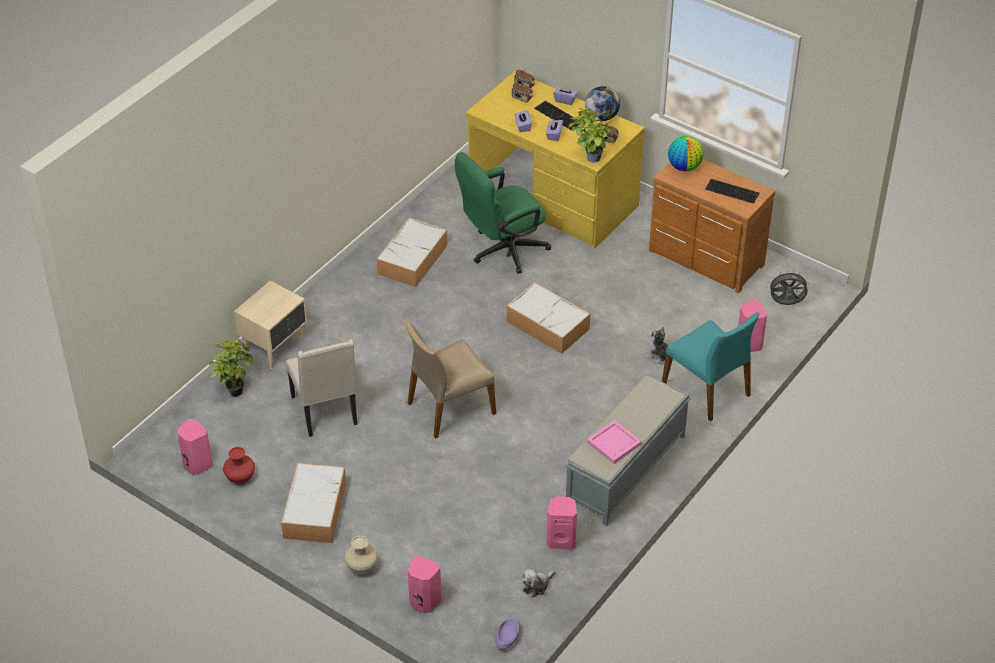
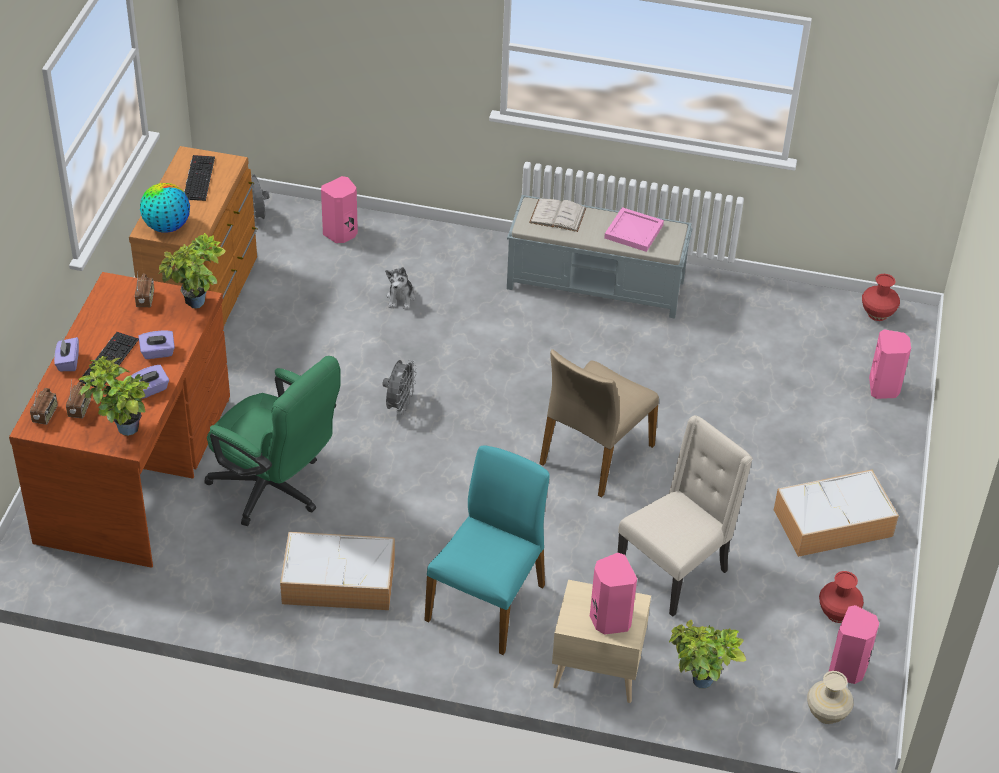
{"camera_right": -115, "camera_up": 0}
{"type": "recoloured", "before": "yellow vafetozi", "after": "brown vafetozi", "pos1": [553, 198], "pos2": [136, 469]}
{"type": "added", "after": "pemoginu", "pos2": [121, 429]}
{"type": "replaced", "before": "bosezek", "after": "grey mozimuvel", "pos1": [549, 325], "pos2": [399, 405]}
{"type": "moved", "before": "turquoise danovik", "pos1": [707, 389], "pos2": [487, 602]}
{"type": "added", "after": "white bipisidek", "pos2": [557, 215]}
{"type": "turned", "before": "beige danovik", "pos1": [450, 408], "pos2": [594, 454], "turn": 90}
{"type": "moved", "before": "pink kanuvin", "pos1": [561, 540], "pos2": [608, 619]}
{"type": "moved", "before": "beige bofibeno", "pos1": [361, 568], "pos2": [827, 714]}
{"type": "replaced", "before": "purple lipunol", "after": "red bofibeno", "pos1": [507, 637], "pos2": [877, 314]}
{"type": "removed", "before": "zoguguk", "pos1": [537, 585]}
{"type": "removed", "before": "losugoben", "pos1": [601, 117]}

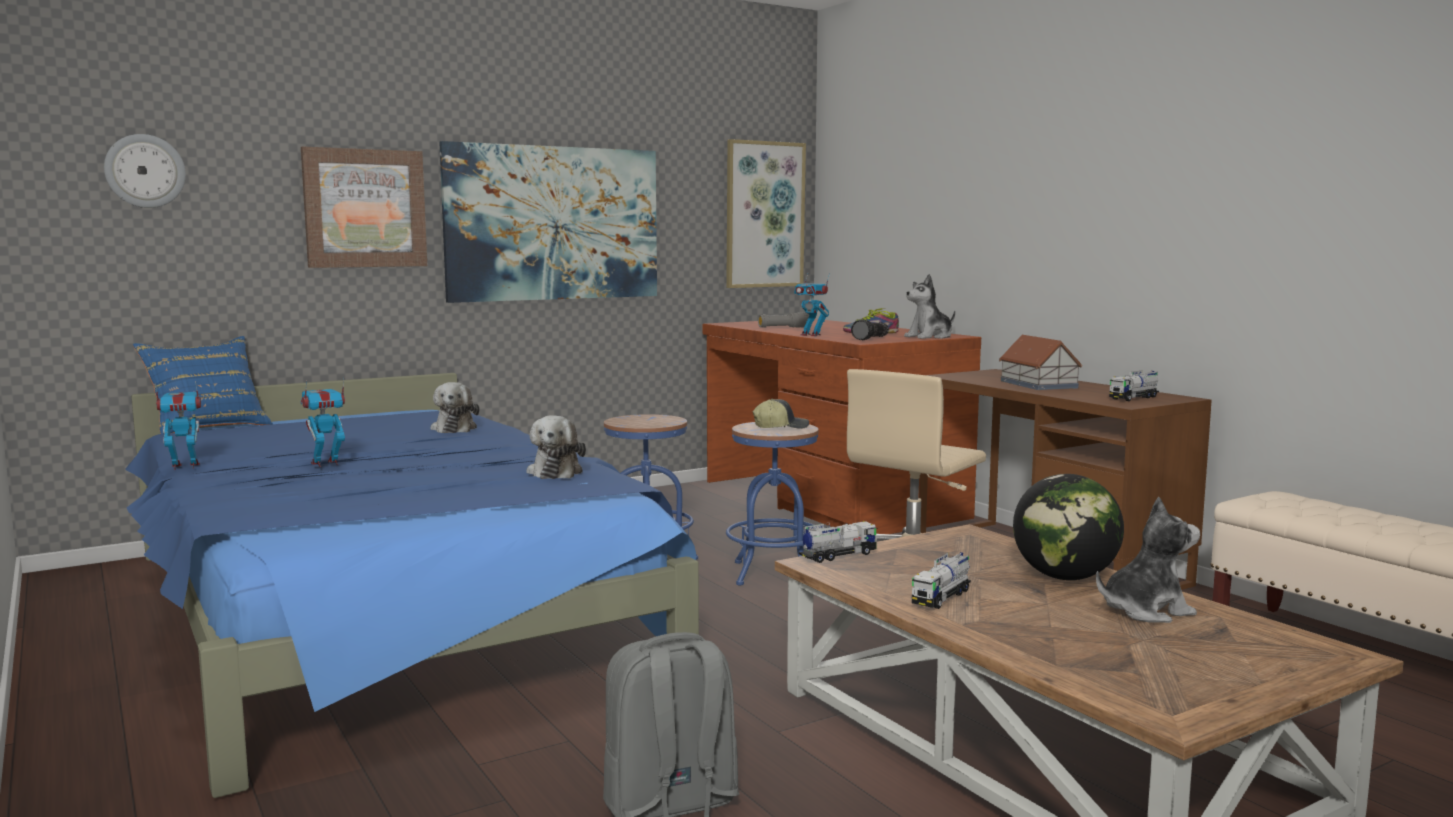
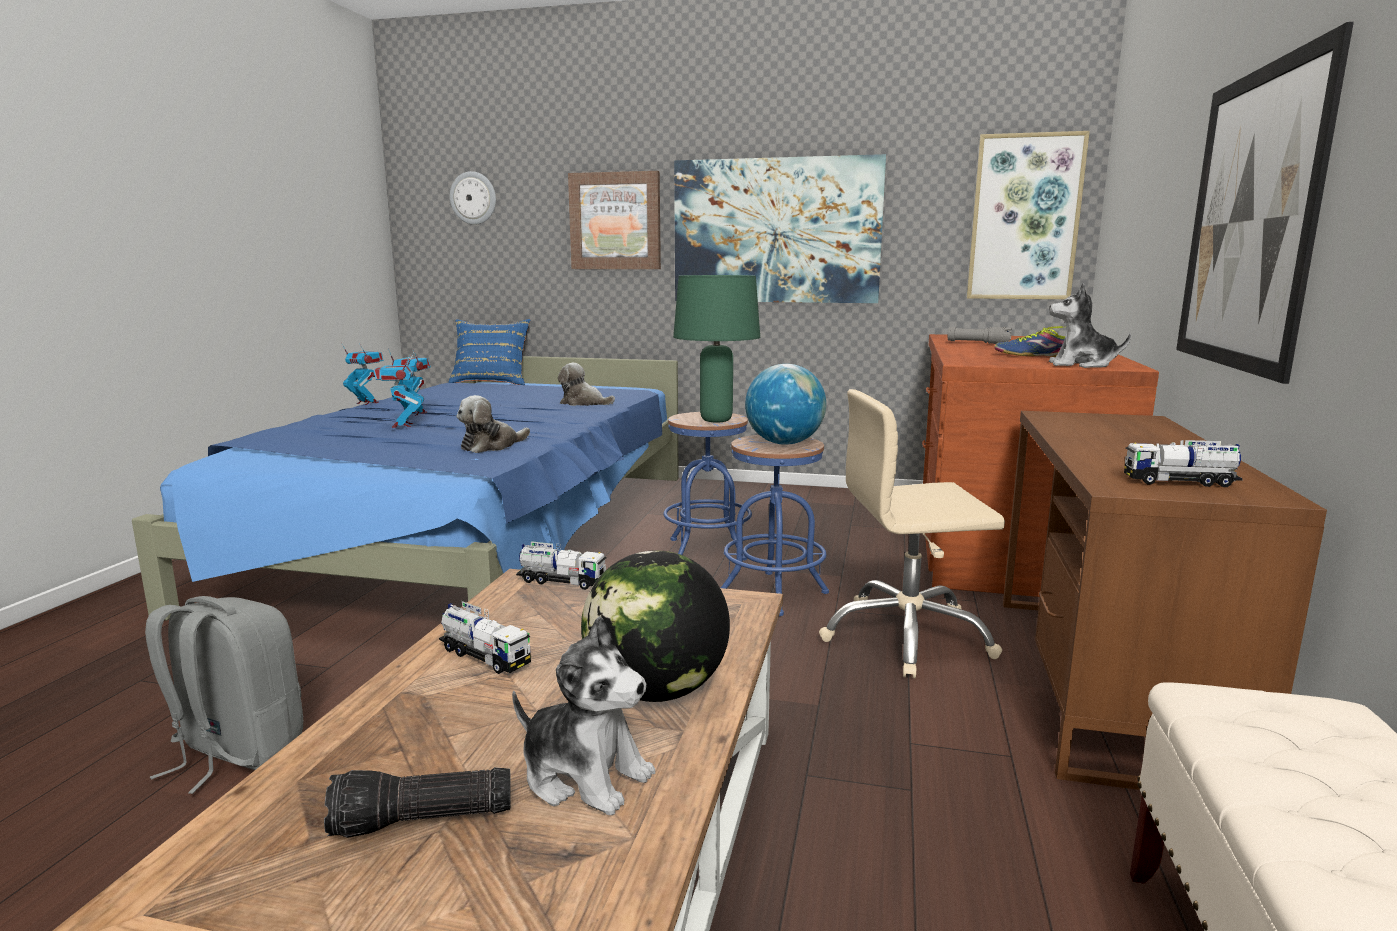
{"camera_right": 45, "camera_up": 5}
{"type": "moved", "before": "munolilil", "pos1": [871, 338], "pos2": [421, 822]}
{"type": "moved", "before": "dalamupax", "pos1": [811, 335], "pos2": [402, 425]}
{"type": "turned", "before": "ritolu", "pos1": [941, 597], "pos2": [484, 657], "turn": -135}
{"type": "turned", "before": "zoguguk", "pos1": [454, 428], "pos2": [583, 403], "turn": 75}
{"type": "added", "after": "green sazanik", "pos2": [716, 420]}
{"type": "replaced", "before": "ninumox", "after": "losugoben", "pos1": [781, 427], "pos2": [784, 443]}
{"type": "added", "after": "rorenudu", "pos2": [1248, 220]}
{"type": "removed", "before": "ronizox", "pos1": [1038, 384]}

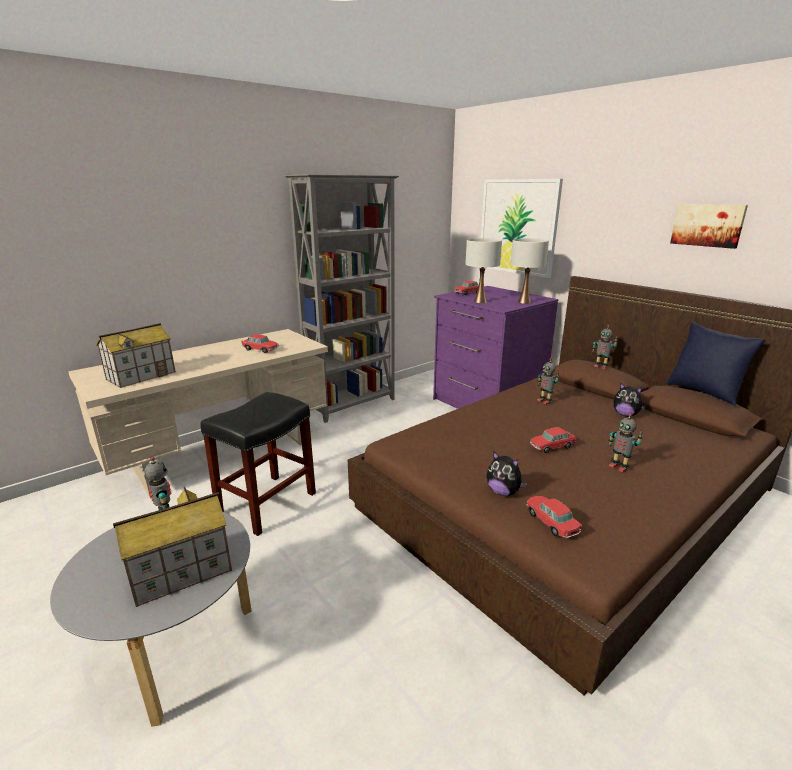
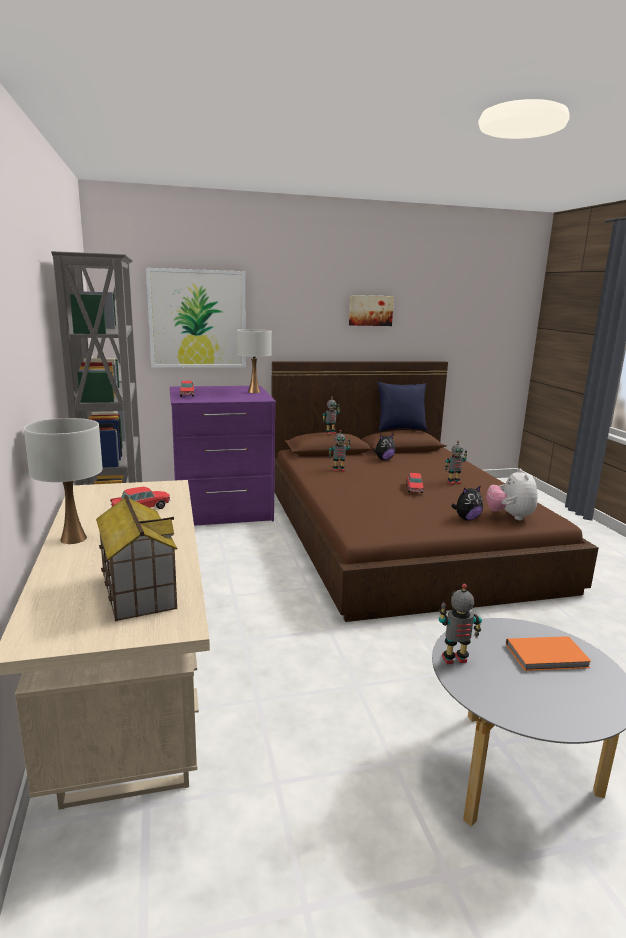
{"camera_right": -65, "camera_up": -5}
{"type": "moved", "before": "white sazanik", "pos1": [480, 301], "pos2": [74, 539]}
{"type": "replaced", "before": "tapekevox", "after": "zoguguk", "pos1": [551, 522], "pos2": [510, 516]}
{"type": "replaced", "before": "ronizox", "after": "orange bipisidek", "pos1": [180, 572], "pos2": [548, 656]}
{"type": "removed", "before": "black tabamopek", "pos1": [267, 504]}

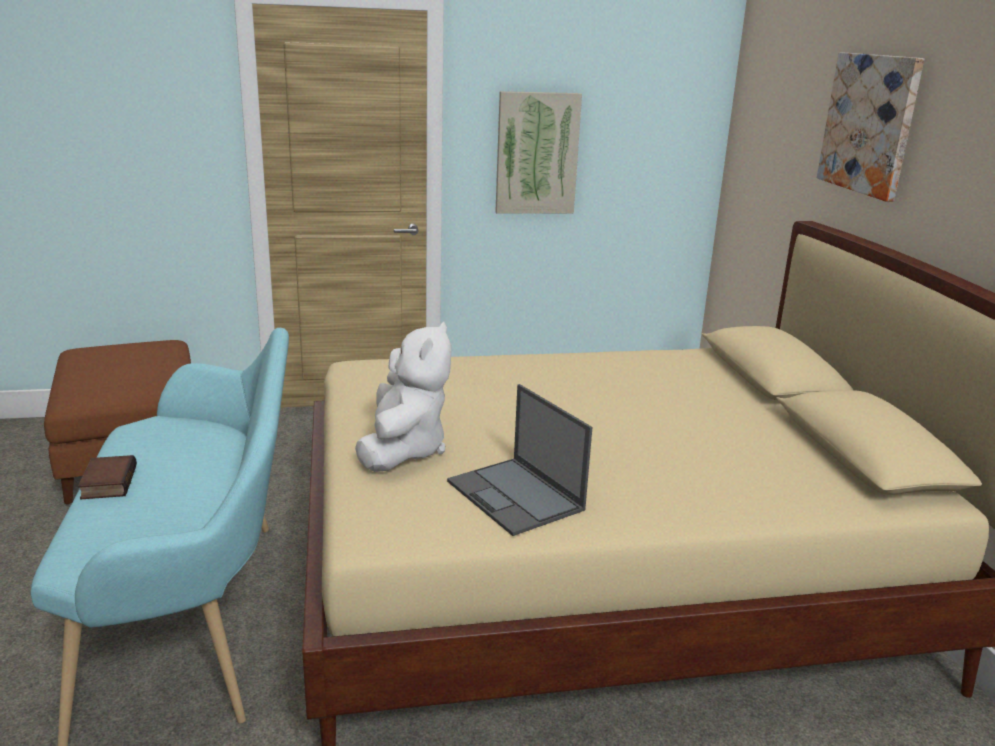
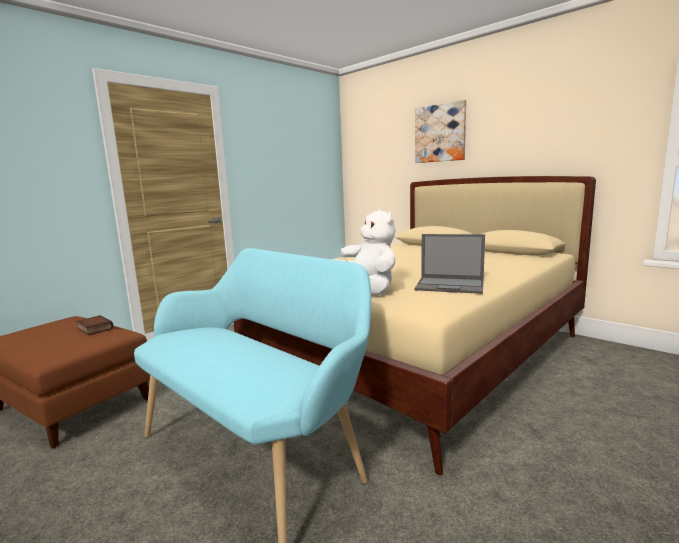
{"camera_right": -35, "camera_up": -10}
{"type": "moved", "before": "bipisidek", "pos1": [107, 482], "pos2": [93, 329]}
{"type": "removed", "before": "rorenudu", "pos1": [537, 153]}

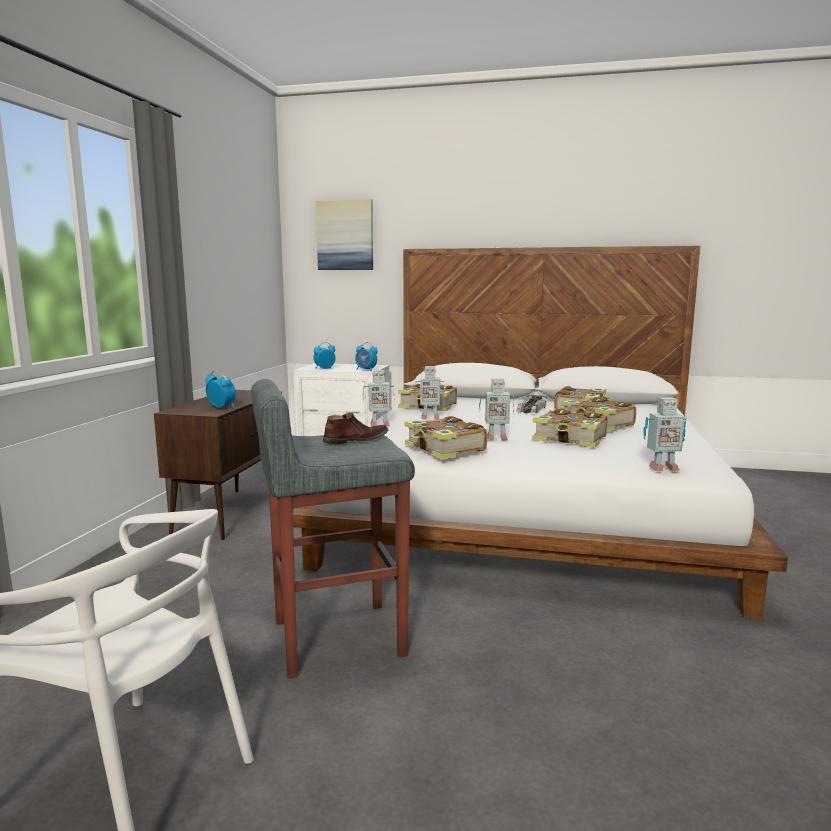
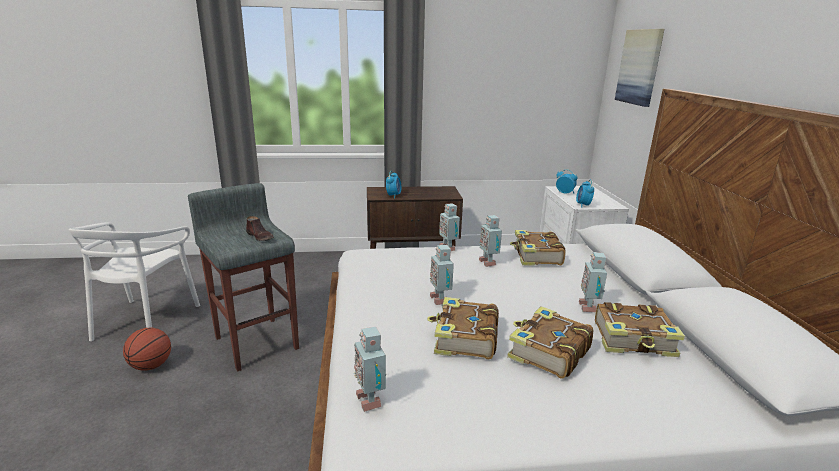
{"camera_right": 70, "camera_up": 10}
{"type": "added", "after": "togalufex", "pos2": [151, 366]}
{"type": "replaced", "before": "tapekevox", "after": "dalamupax", "pos1": [531, 410], "pos2": [589, 307]}
{"type": "removed", "before": "bipisidek", "pos1": [444, 449]}

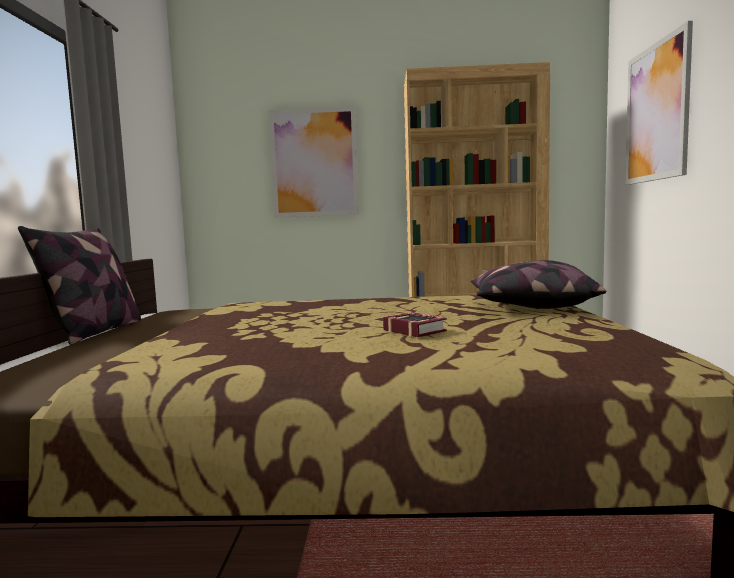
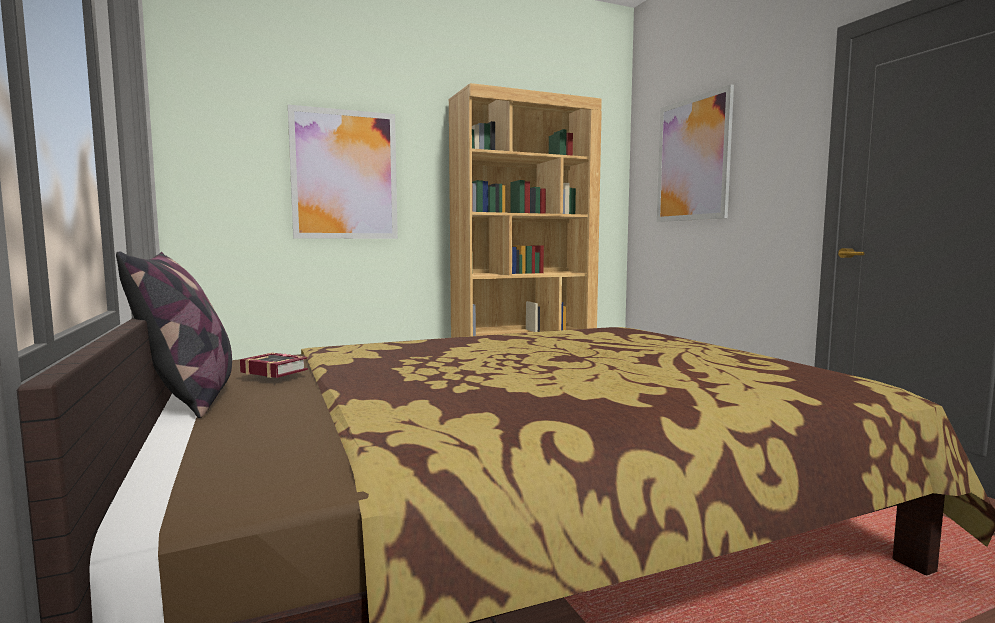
{"camera_right": -25, "camera_up": 0}
{"type": "moved", "before": "bipisidek", "pos1": [414, 330], "pos2": [273, 370]}
{"type": "removed", "before": "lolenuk", "pos1": [529, 307]}

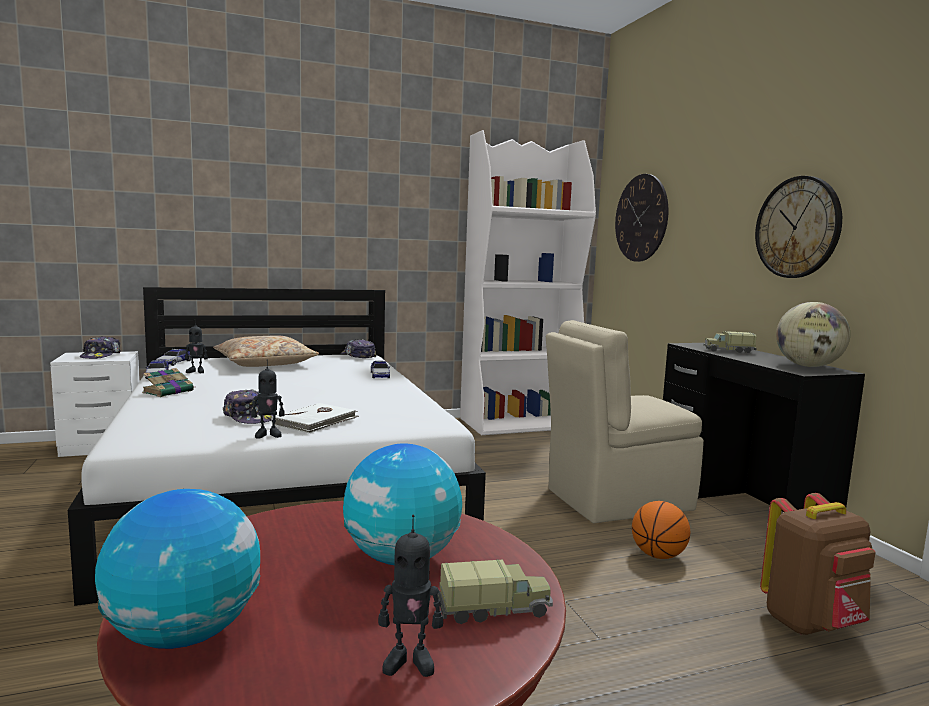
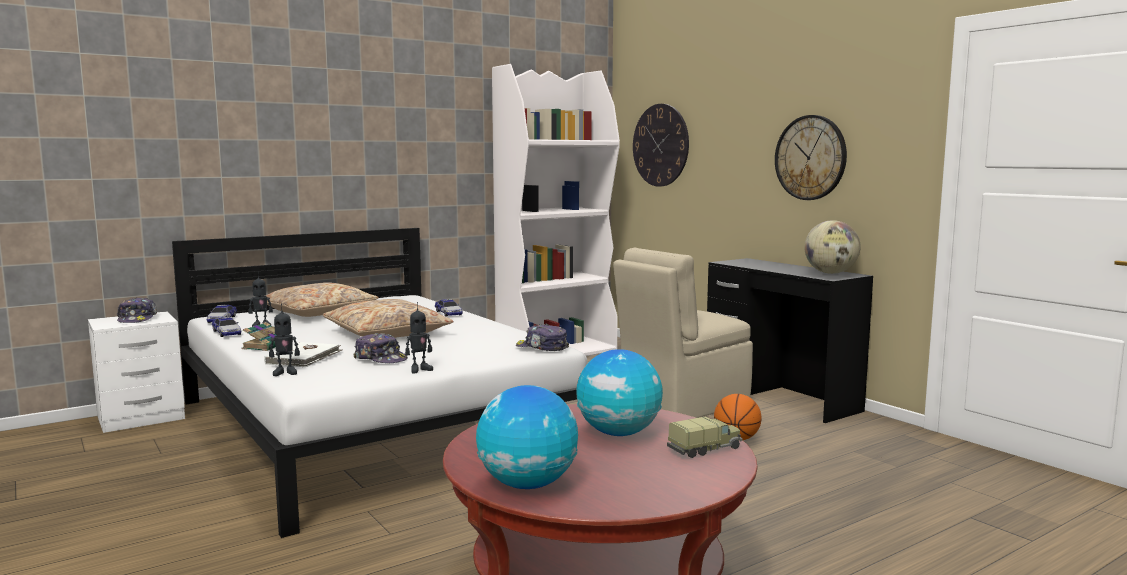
{"camera_right": -15, "camera_up": 0}
{"type": "moved", "before": "white bipisidek", "pos1": [316, 421], "pos2": [304, 358]}
{"type": "moved", "before": "dalamupax", "pos1": [409, 662], "pos2": [285, 373]}
{"type": "added", "after": "beige lolenuk", "pos2": [387, 333]}
{"type": "moved", "before": "ninumox", "pos1": [358, 356], "pos2": [542, 348]}
{"type": "removed", "before": "ritolu", "pos1": [728, 351]}
{"type": "removed", "before": "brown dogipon", "pos1": [811, 623]}

